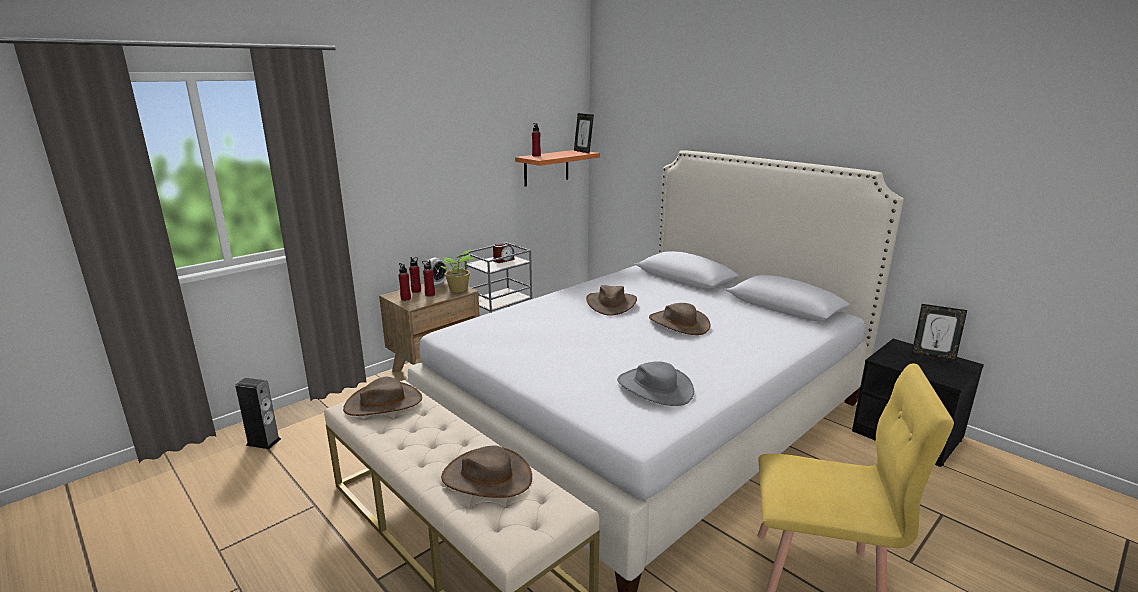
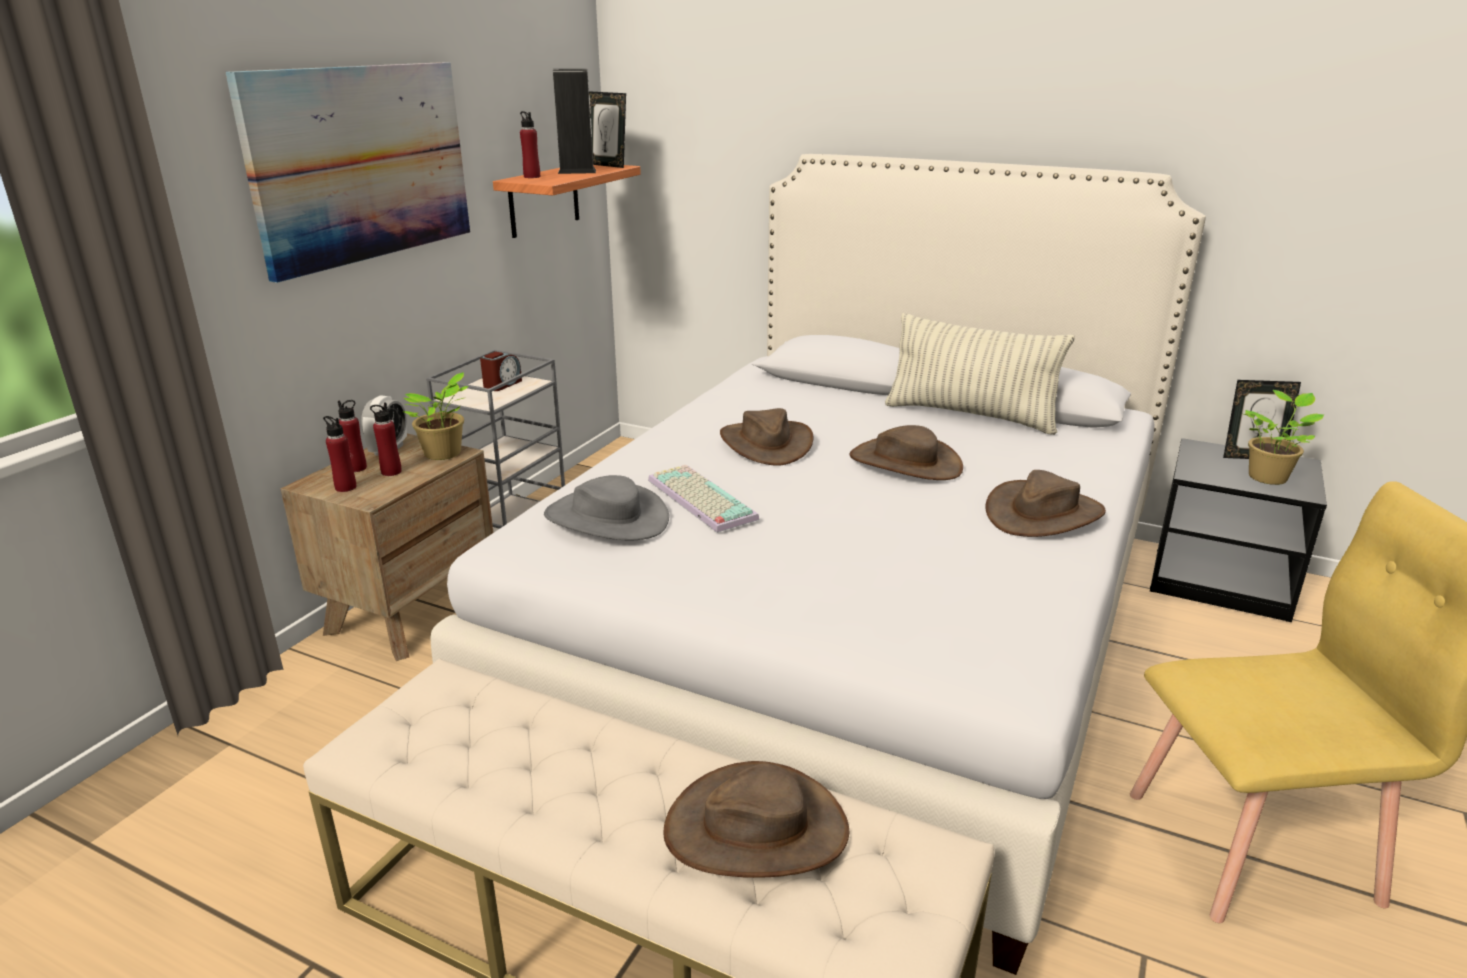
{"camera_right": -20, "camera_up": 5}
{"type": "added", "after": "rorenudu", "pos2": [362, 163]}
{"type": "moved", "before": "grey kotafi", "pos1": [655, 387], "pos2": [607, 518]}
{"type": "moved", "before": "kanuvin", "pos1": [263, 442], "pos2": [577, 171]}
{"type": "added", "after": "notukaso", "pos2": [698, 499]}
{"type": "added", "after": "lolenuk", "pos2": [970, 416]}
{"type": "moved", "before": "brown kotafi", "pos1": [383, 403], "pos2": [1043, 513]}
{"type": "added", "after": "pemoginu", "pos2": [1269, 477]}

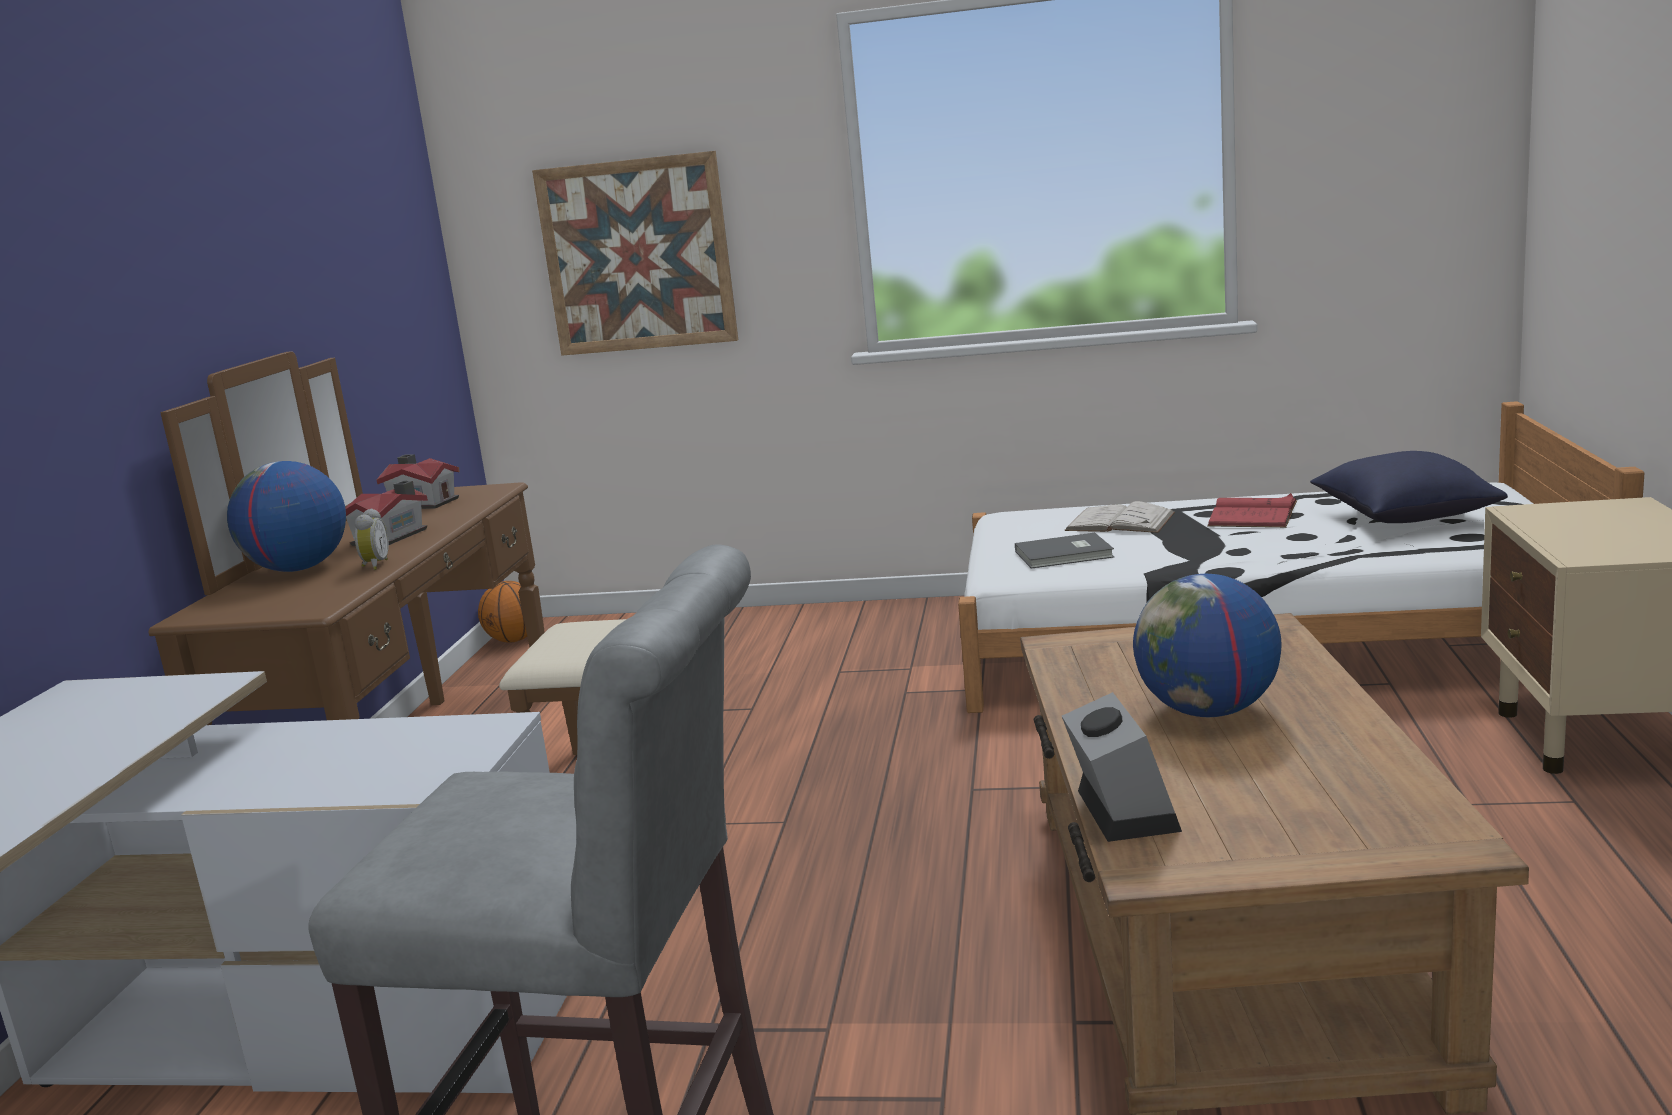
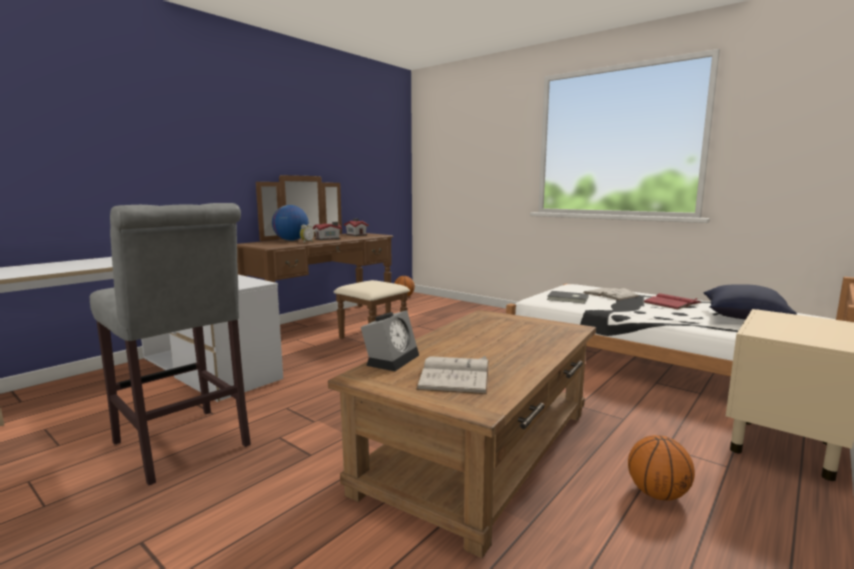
{"camera_right": 30, "camera_up": -5}
{"type": "added", "after": "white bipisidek", "pos2": [455, 374]}
{"type": "added", "after": "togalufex", "pos2": [657, 494]}
{"type": "removed", "before": "rorenudu", "pos1": [637, 255]}
{"type": "removed", "before": "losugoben", "pos1": [1207, 711]}

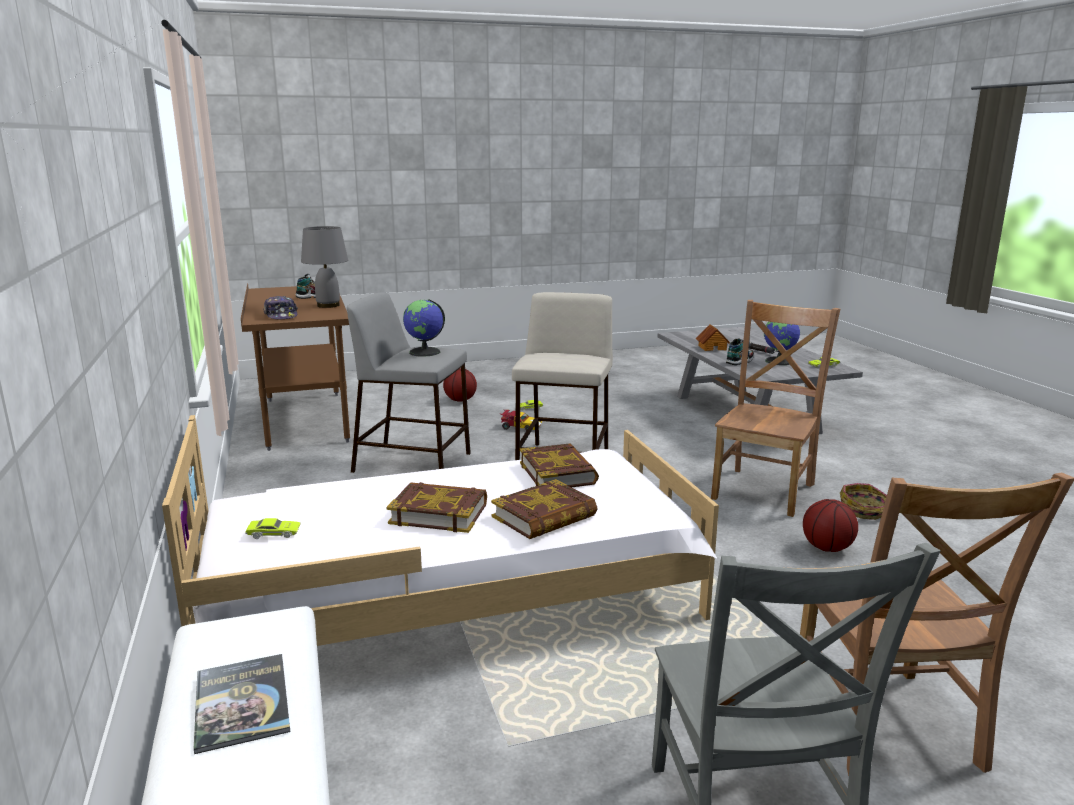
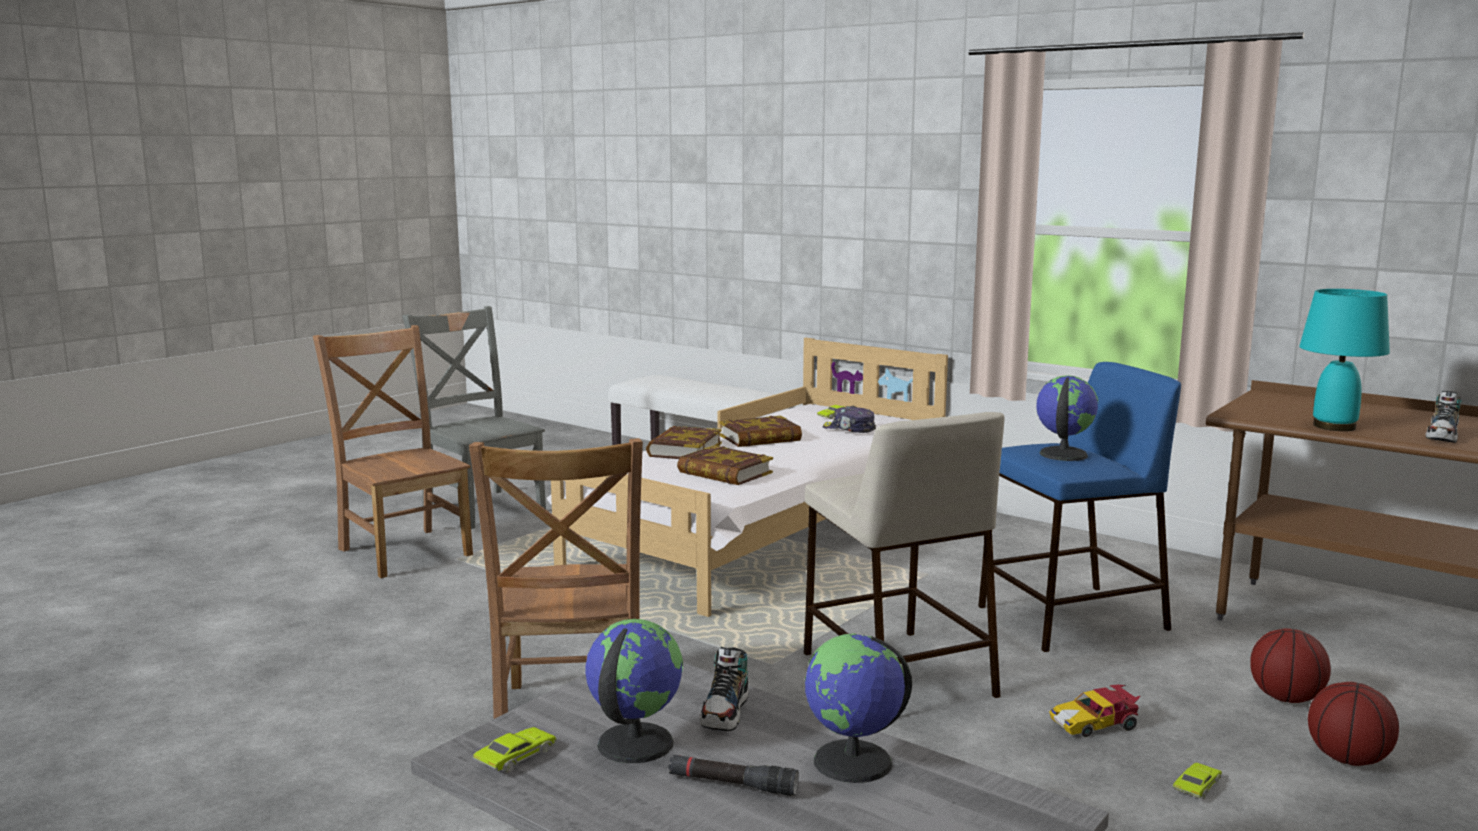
{"camera_right": 145, "camera_up": -5}
{"type": "replaced", "before": "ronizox", "after": "losugoben", "pos1": [712, 347], "pos2": [853, 762]}
{"type": "moved", "before": "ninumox", "pos1": [281, 316], "pos2": [849, 429]}
{"type": "recoloured", "before": "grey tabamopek", "after": "blue tabamopek", "pos1": [414, 462], "pos2": [1070, 618]}
{"type": "moved", "before": "togalufex", "pos1": [827, 548], "pos2": [1286, 699]}
{"type": "recoloured", "before": "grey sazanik", "after": "turquoise sazanik", "pos1": [328, 305], "pos2": [1333, 426]}
{"type": "removed", "before": "bipisidek", "pos1": [242, 703]}
{"type": "removed", "before": "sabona", "pos1": [865, 511]}

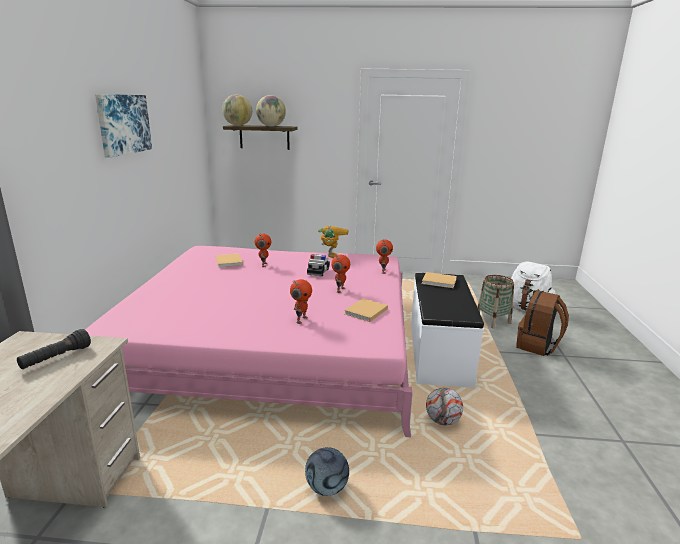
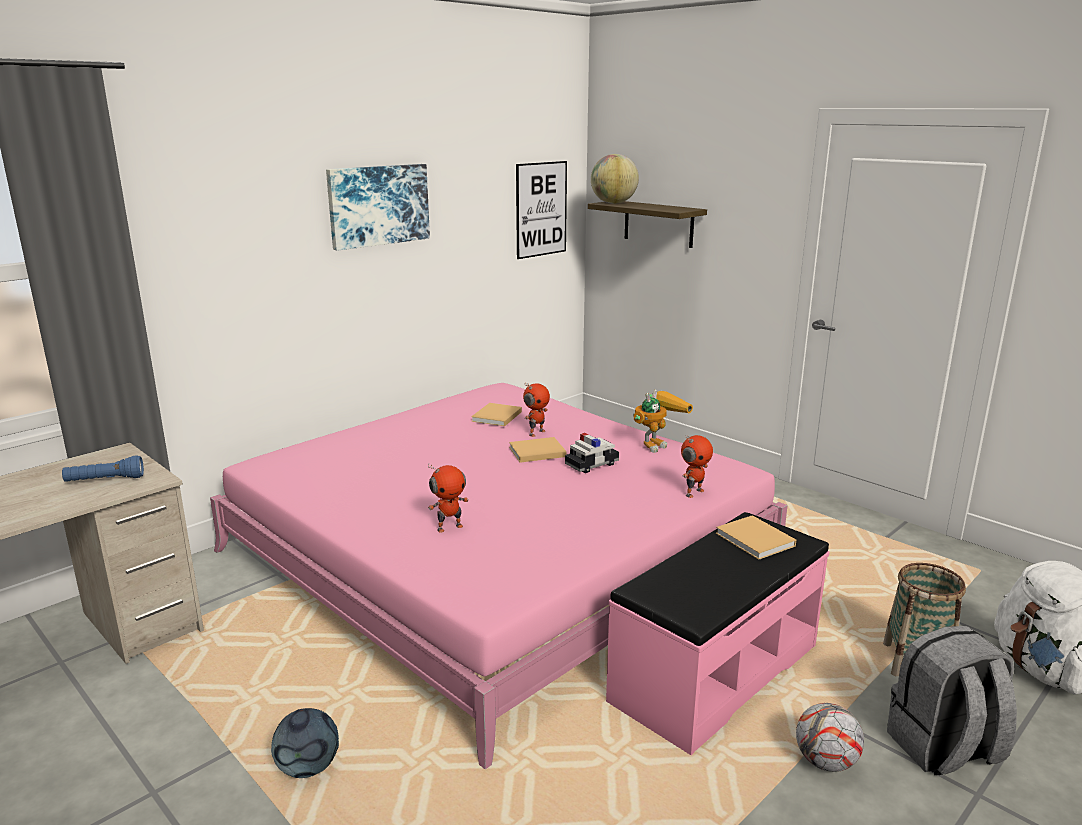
{"camera_right": 40, "camera_up": 0}
{"type": "recoloured", "before": "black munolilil", "after": "blue munolilil", "pos1": [56, 358], "pos2": [105, 480]}
{"type": "moved", "before": "beige bipisidek", "pos1": [365, 312], "pos2": [535, 452]}
{"type": "added", "after": "rorenudu", "pos2": [541, 209]}
{"type": "recoloured", "before": "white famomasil", "after": "pink famomasil", "pos1": [438, 353], "pos2": [714, 672]}
{"type": "moved", "before": "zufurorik", "pos1": [442, 421], "pos2": [825, 762]}
{"type": "recoloured", "before": "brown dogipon", "after": "grey dogipon", "pos1": [538, 346], "pos2": [943, 749]}
{"type": "removed", "before": "losugoben", "pos1": [271, 126]}
{"type": "removed", "before": "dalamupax", "pos1": [340, 290]}

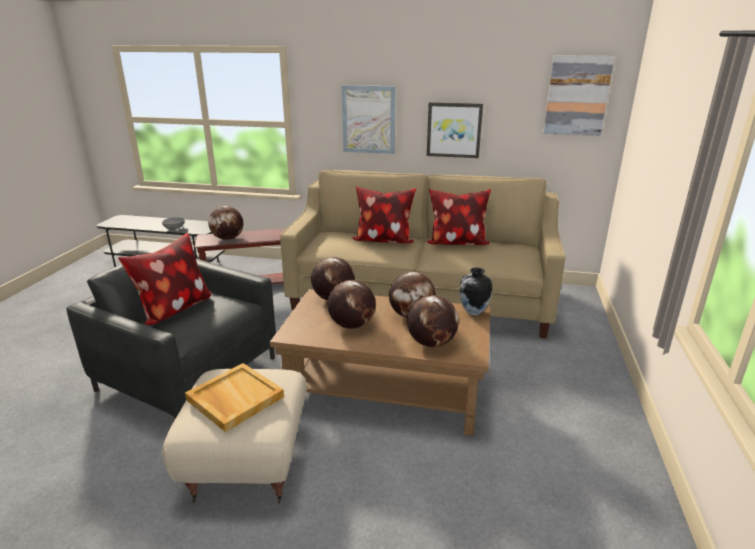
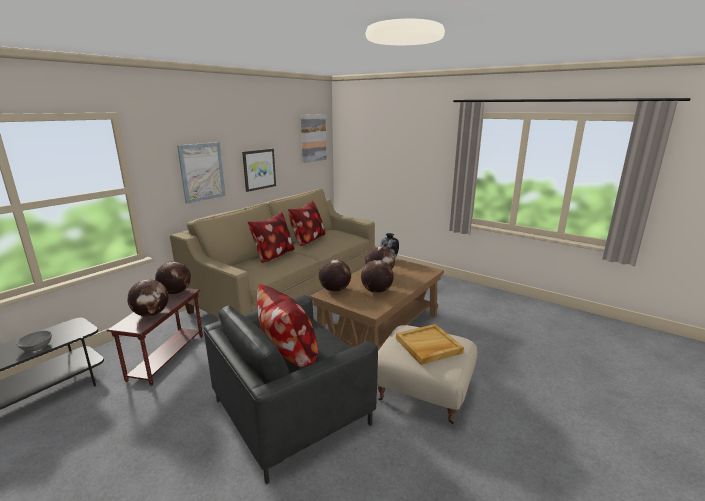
{"camera_right": -65, "camera_up": -5}
{"type": "moved", "before": "losugoben", "pos1": [431, 343], "pos2": [175, 292]}

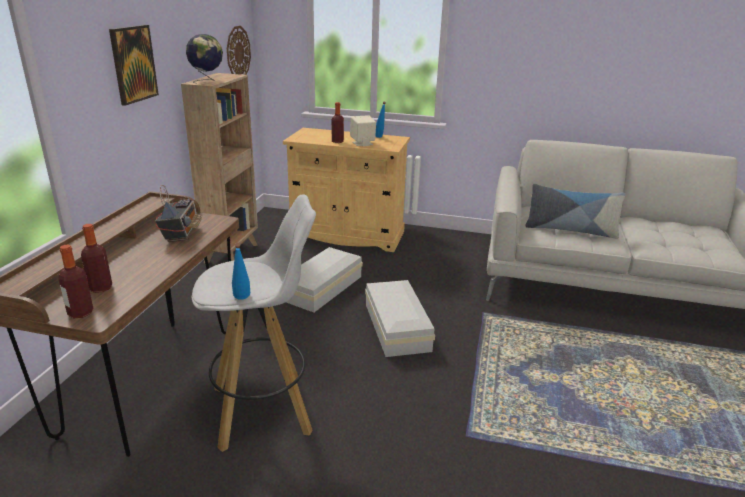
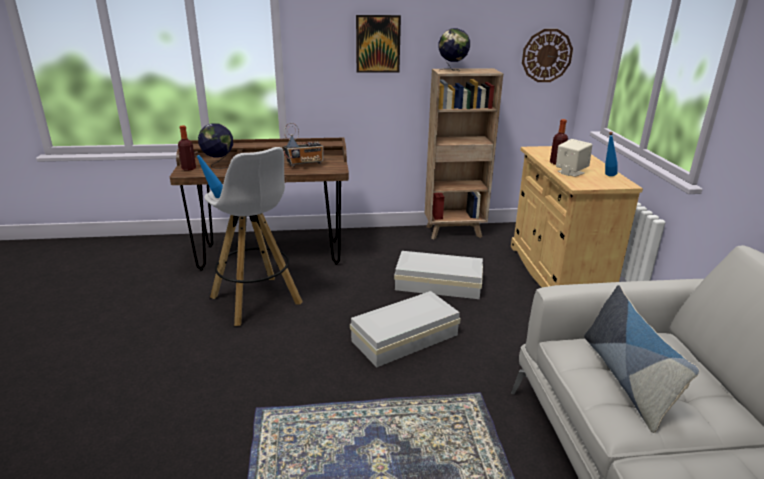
{"camera_right": 70, "camera_up": 0}
{"type": "replaced", "before": "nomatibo", "after": "losugoben", "pos1": [100, 288], "pos2": [218, 165]}

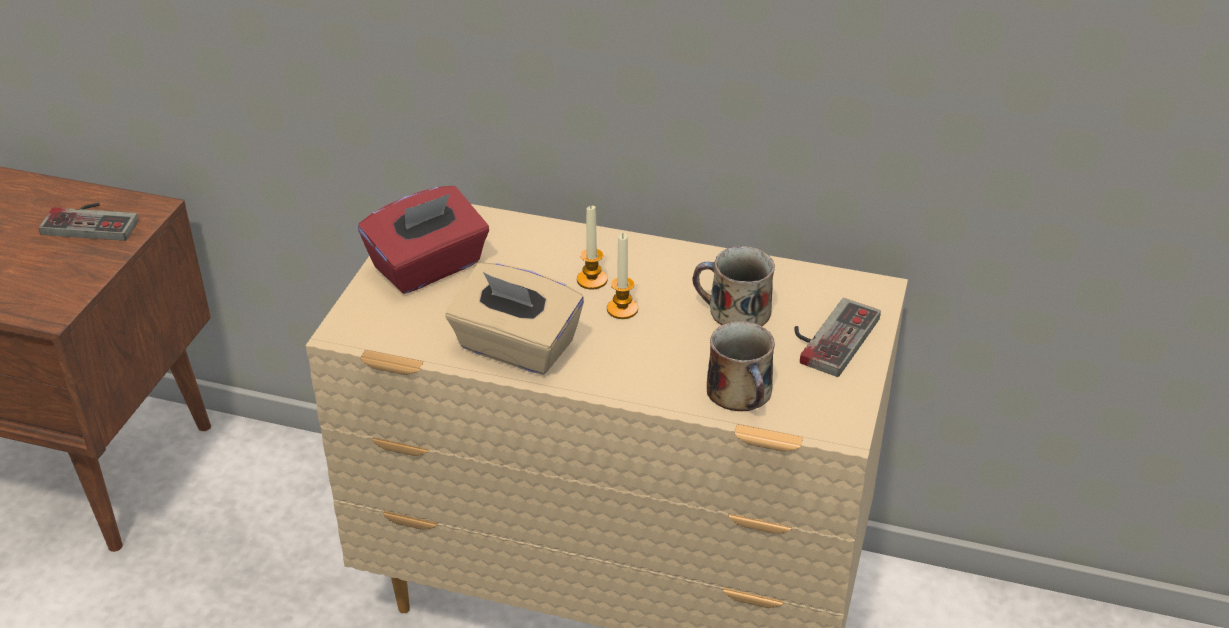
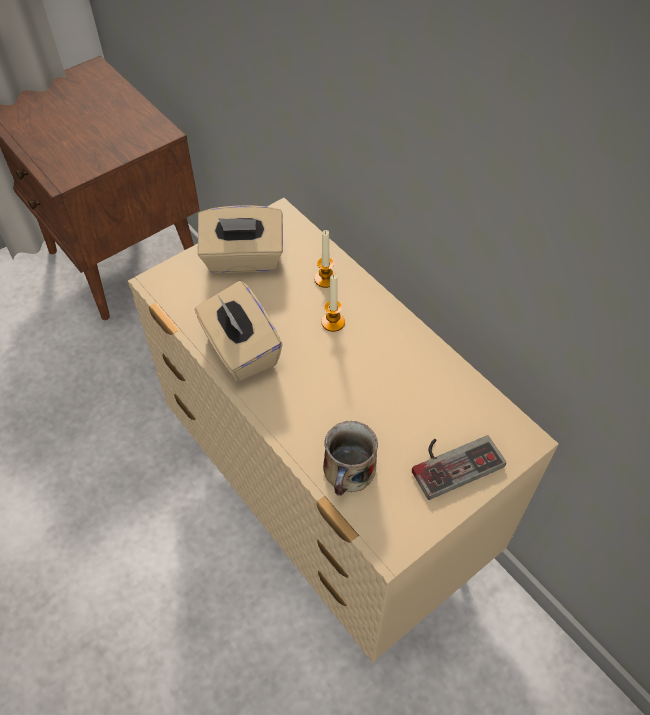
{"camera_right": 35, "camera_up": 15}
{"type": "recoloured", "before": "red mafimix", "after": "beige mafimix", "pos1": [428, 267], "pos2": [243, 259]}
{"type": "moved", "before": "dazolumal", "pos1": [622, 309], "pos2": [325, 279]}
{"type": "removed", "before": "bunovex", "pos1": [94, 221]}
{"type": "removed", "before": "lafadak", "pos1": [735, 311]}

